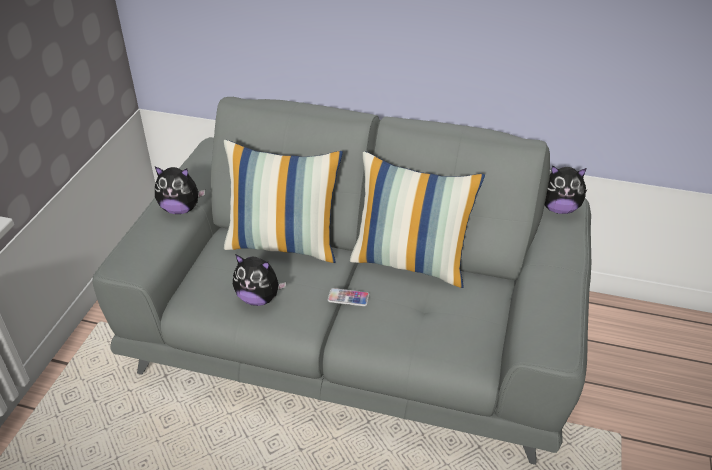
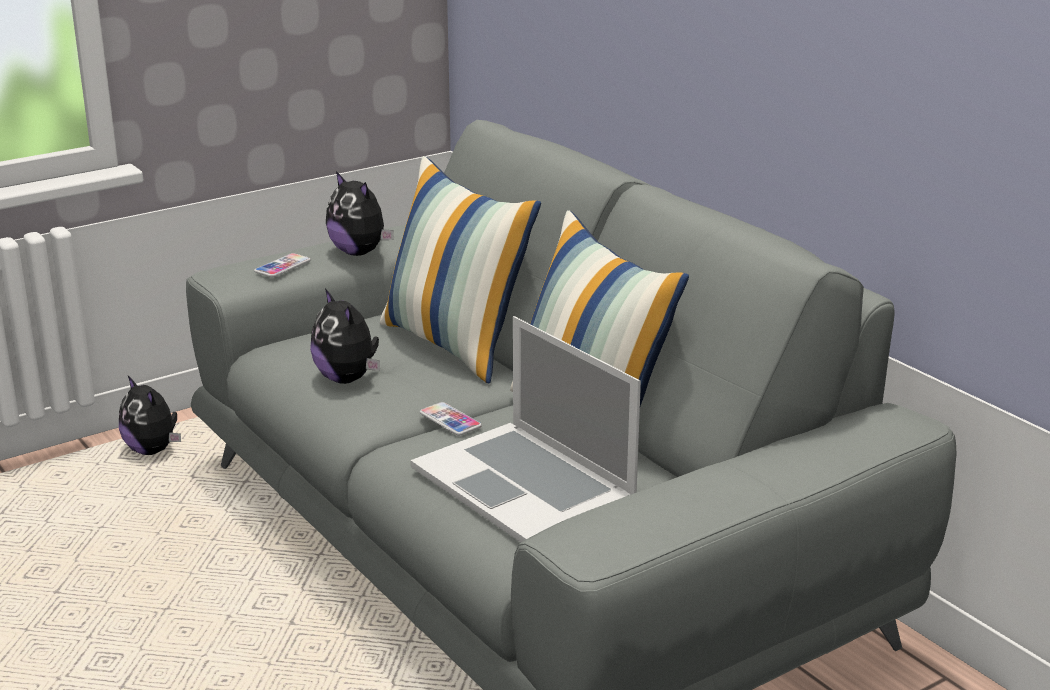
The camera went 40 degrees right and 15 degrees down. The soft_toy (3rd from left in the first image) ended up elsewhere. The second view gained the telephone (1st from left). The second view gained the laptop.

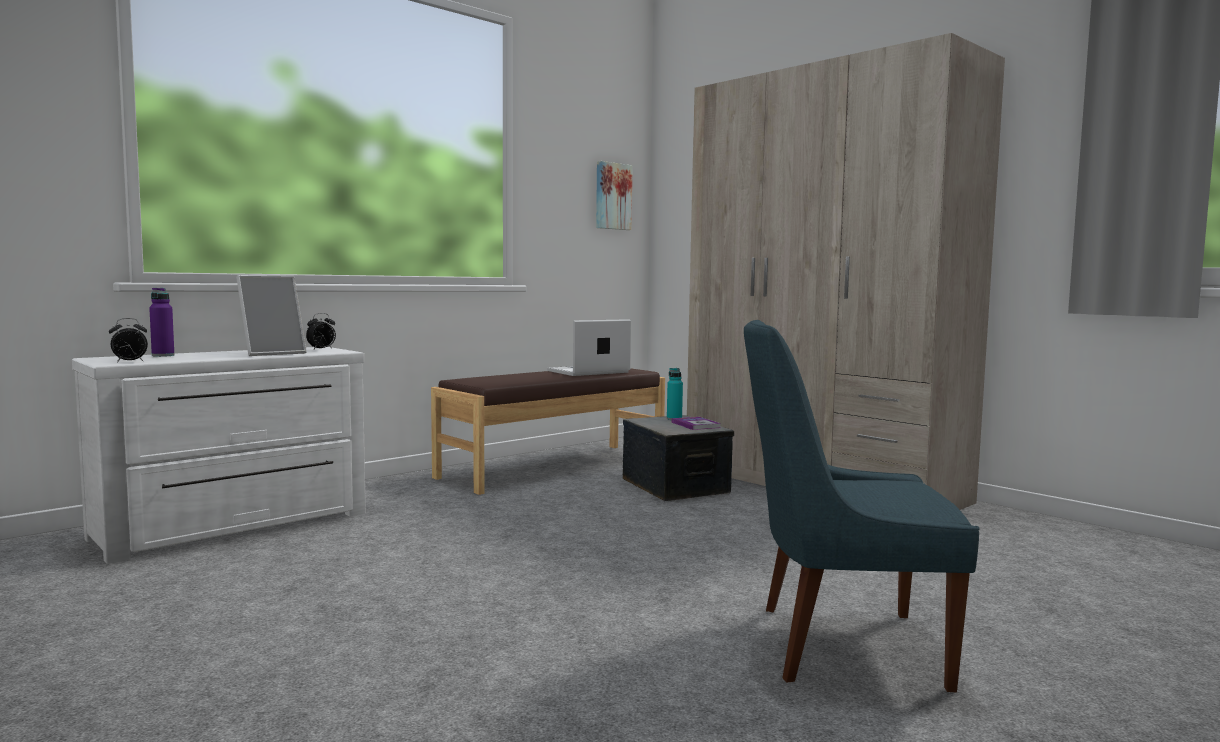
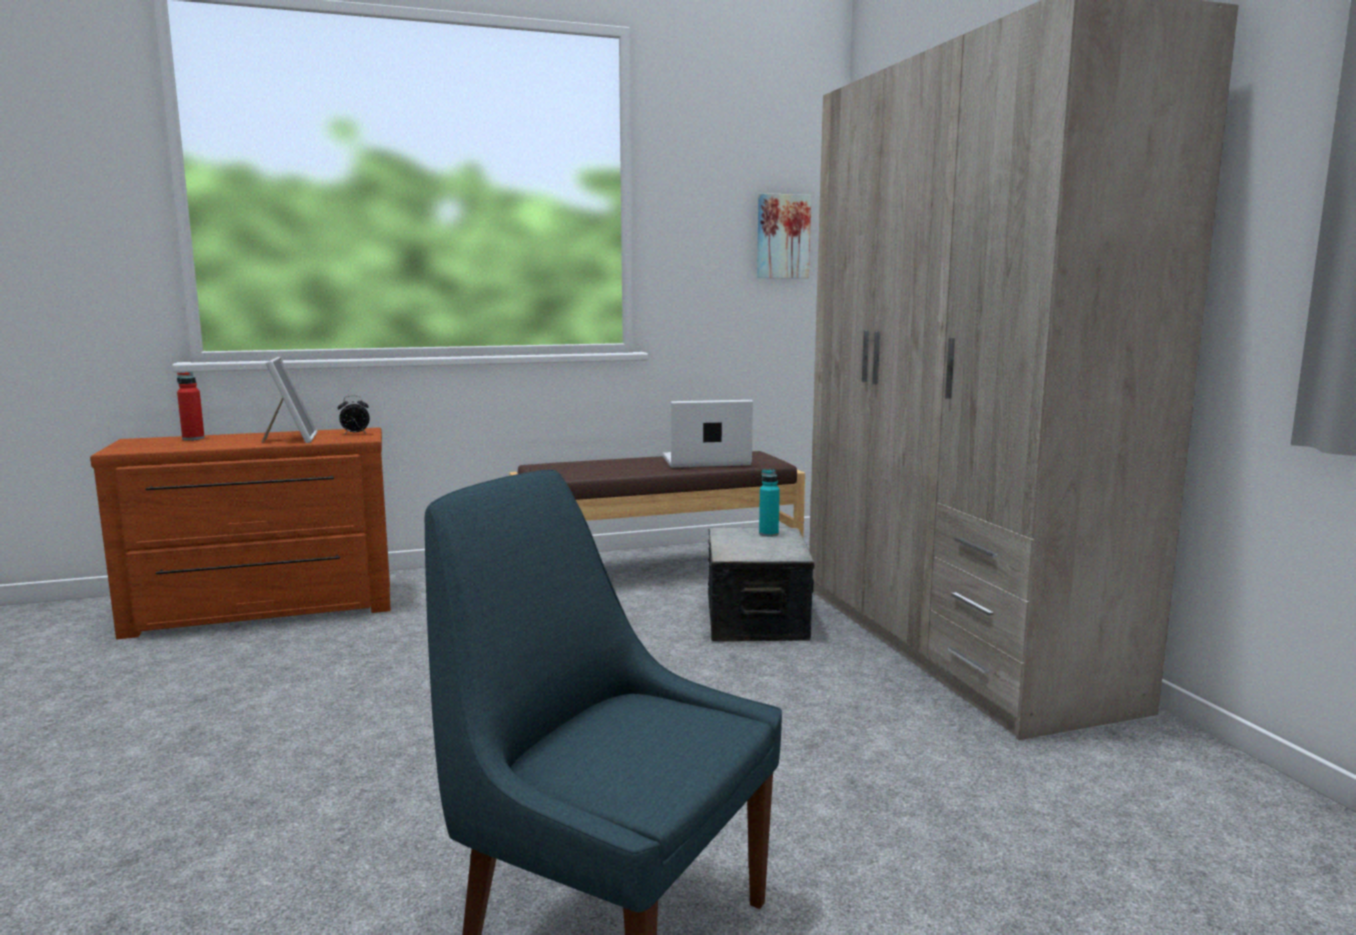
The camera went 25 degrees right and 5 degrees up. The standing_frame ended up facing another way, 90 degrees counterclockwise from before. What was the purplish_beverage_bottle turned into the reddish_beverage_bottle. The second view lost the bedside_clock (1st from left). What was the white-coloured_drawer_chest turned into the brownish_drawer_chest. The second view lost the book.

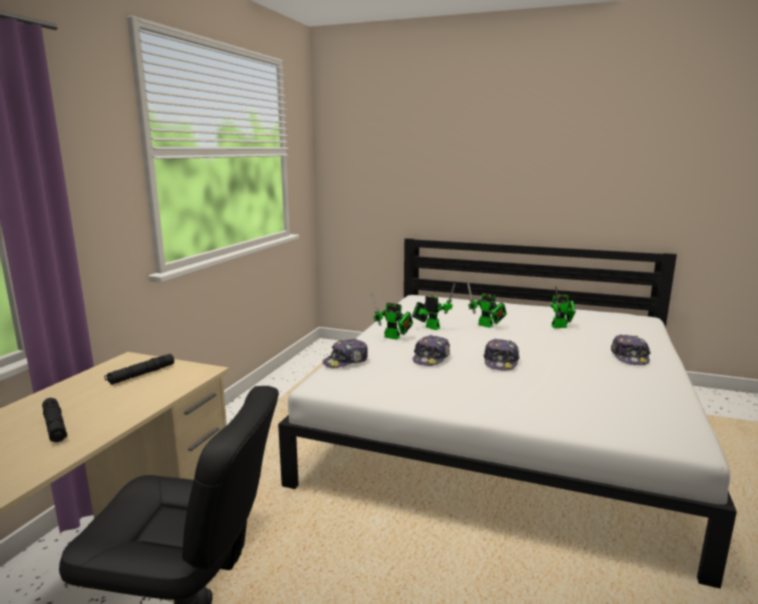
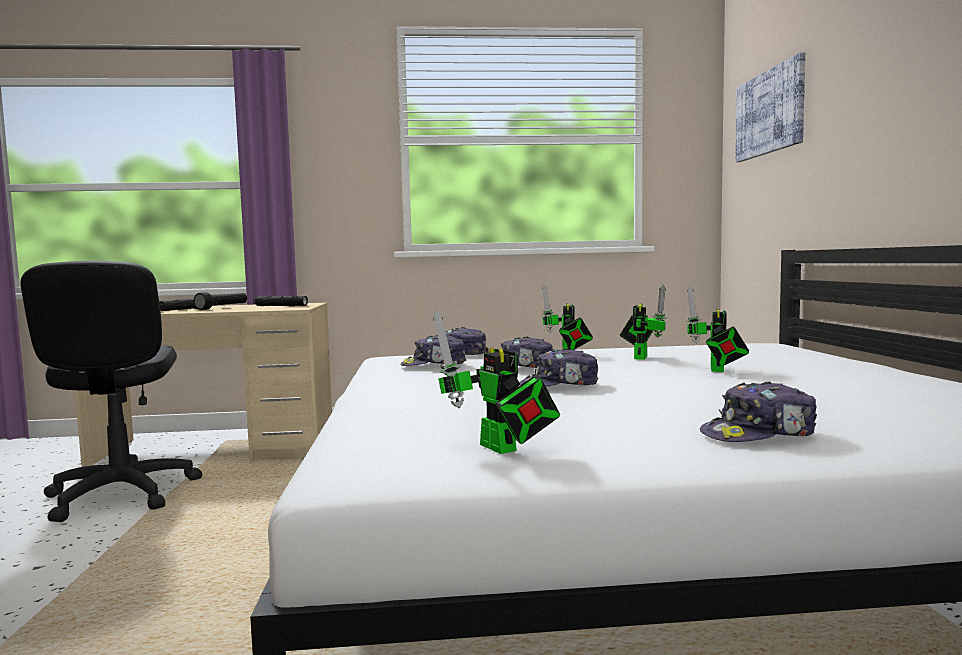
The camera went 65 degrees right and 10 degrees down. The robot_figure (4th from left in the first image) ended up elsewhere. The second view gained the wall_art. The second view gained the black-coloured_torch (2nd from left). The second view gained the baseball_cap (1st from left).

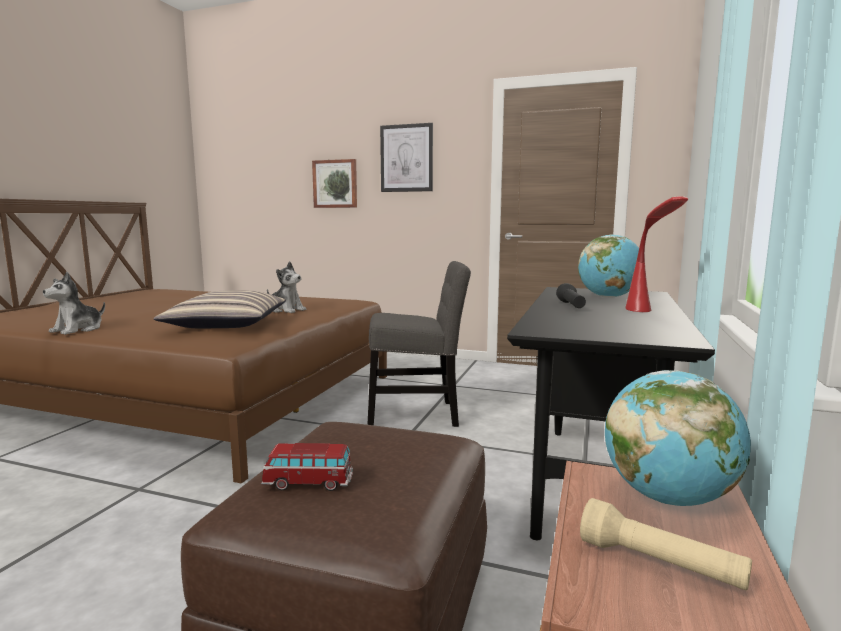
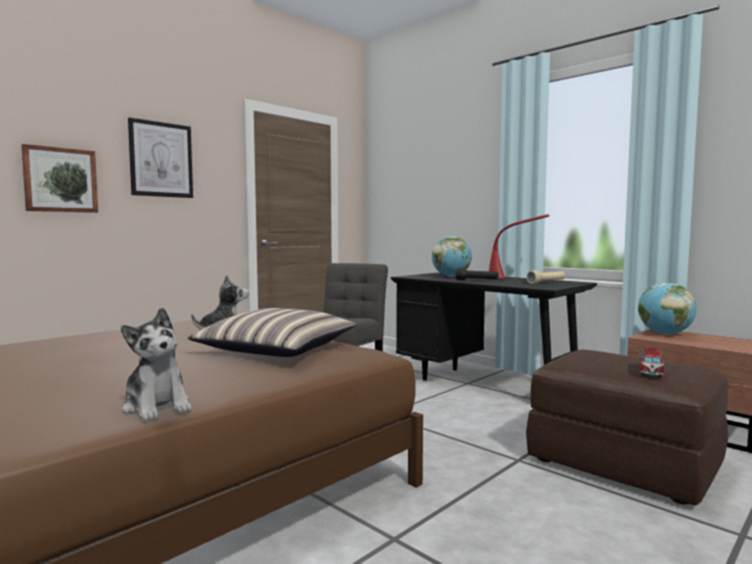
The camera went 65 degrees left and 5 degrees down. The beige-coloured_torch ended up elsewhere.

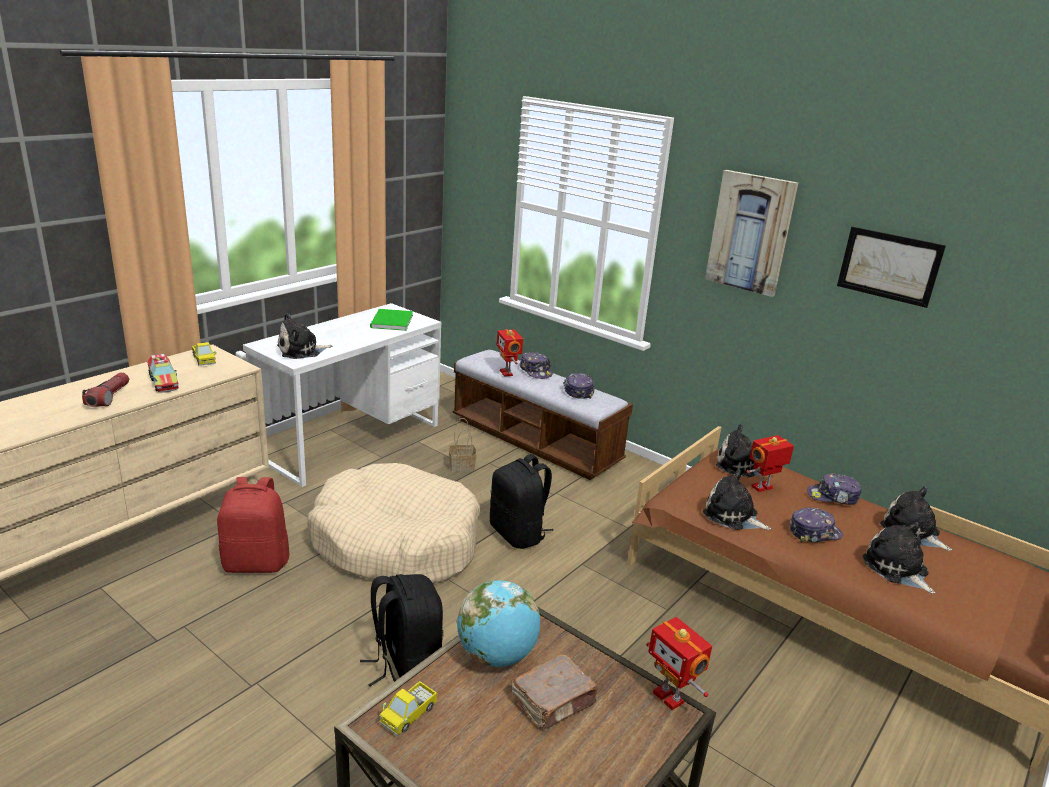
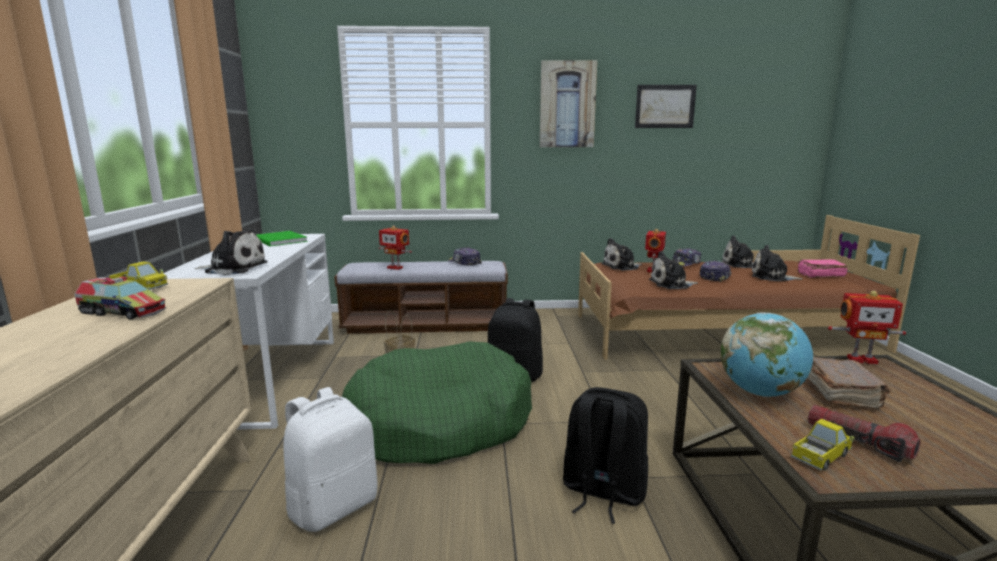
The camera went 40 degrees left and 10 degrees down. The soft_toy (1st from left) ended up facing another way, 105 degrees counterclockwise from before. The second view lost the baseball_cap (1st from left). The torch ended up elsewhere. What was the beige-coloured_dog_cushion turned into the greenish_dog_cushion. What was the reddish_rucksack turned into the white-coloured_rucksack. The toy_lorry (3rd from left) ended up facing another way, 120 degrees counterclockwise from before. The second view gained the pinkish_book.

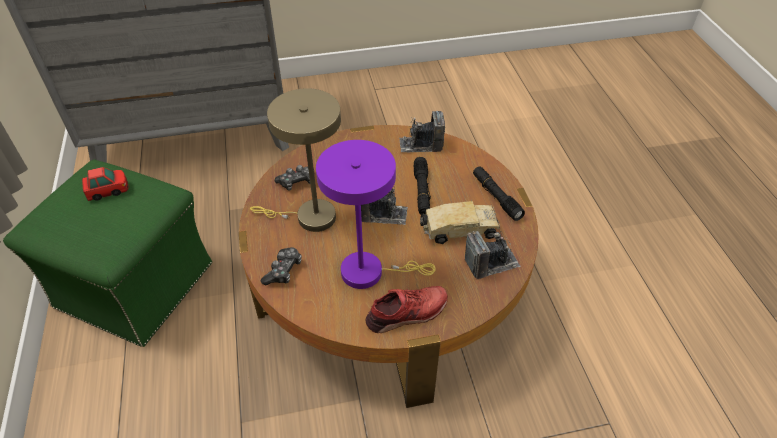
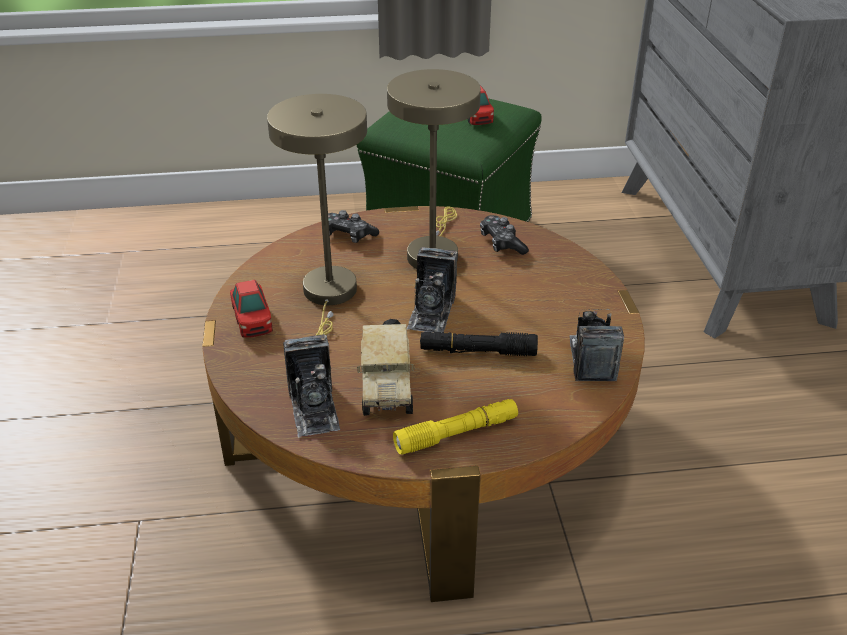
The camera went 95 degrees right and 10 degrees down. What was the purplish_tabletop_lamp turned into the beige-coloured_tabletop_lamp (1st from left). What was the black-coloured_torch (2nd from left) turned into the yellow-coloured_torch. Where the reddish_shoe stood, the model_car (1st from left) came to stand.

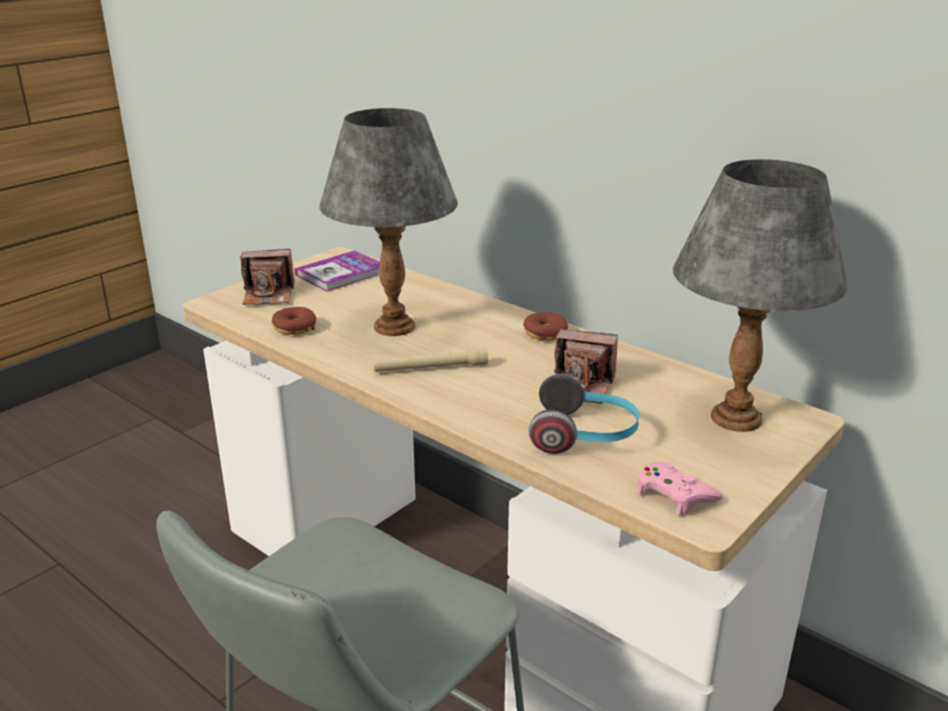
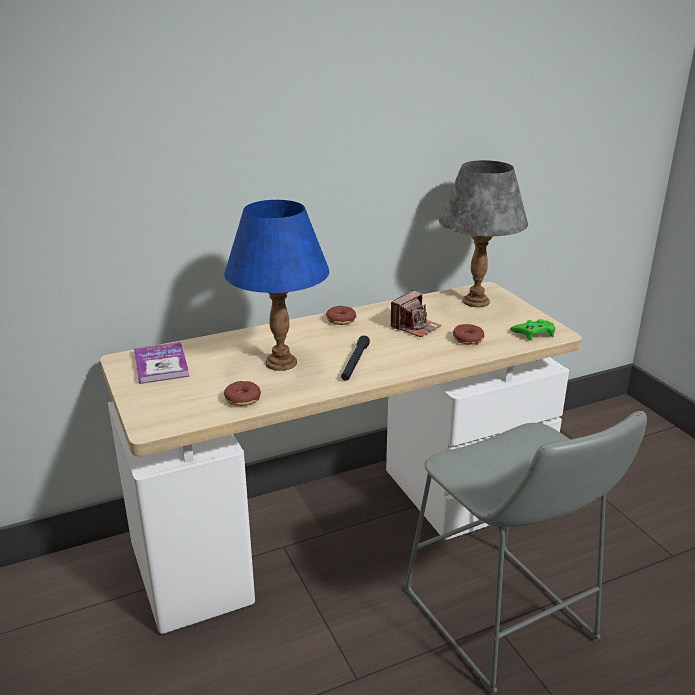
The camera went 65 degrees left and 0 degrees up. What was the gray_tabletop_lamp (1st from left) turned into the bluish_tabletop_lamp. The second view lost the still_camera (1st from left). What was the beige-coloured_torch turned into the black-coloured_torch. Where the headphones stood, the doughnut (3rd from left) came to stand. What was the pinkish_joypad turned into the greenish_joypad.

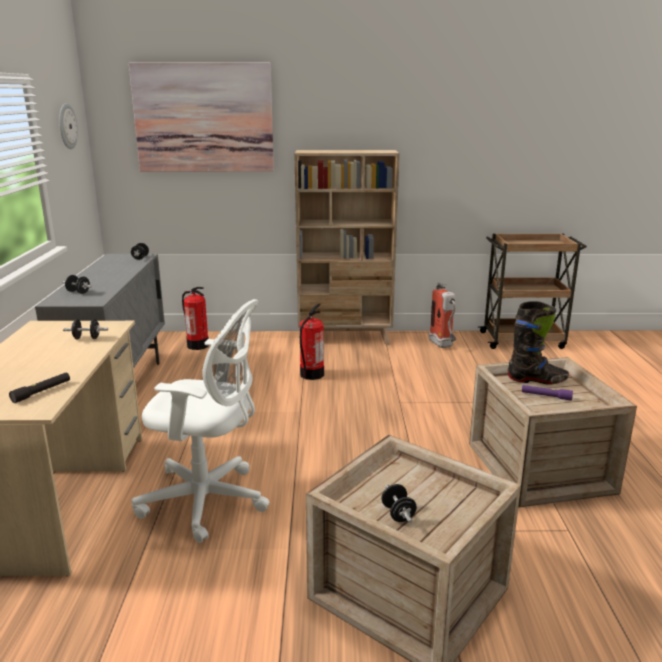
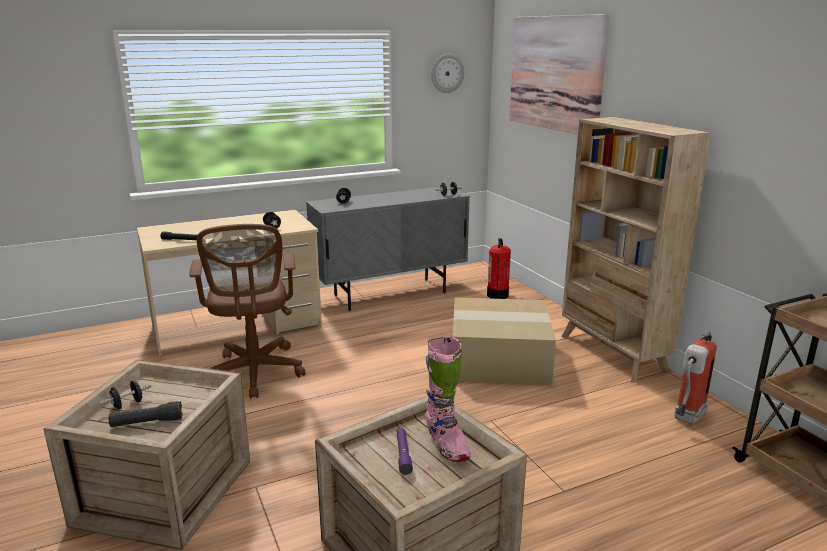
The camera went 65 degrees right and 0 degrees up. What was the white-coloured_desk_chair turned into the brownish_desk_chair. What was the black-coloured_boot turned into the pinkish_boot. Where the fire-fighting_cylinder (2nd from left) stood, the cardboard_box came to stand. The second view gained the black-coloured_torch (1st from left).

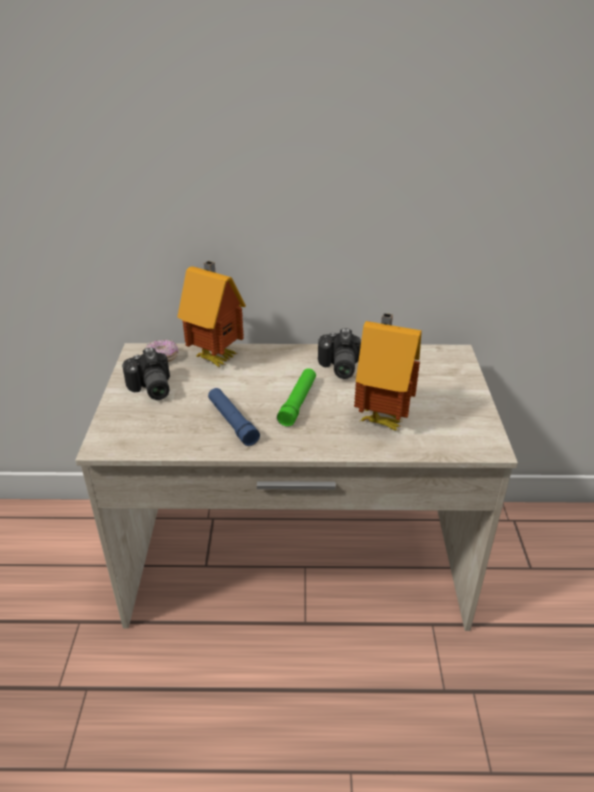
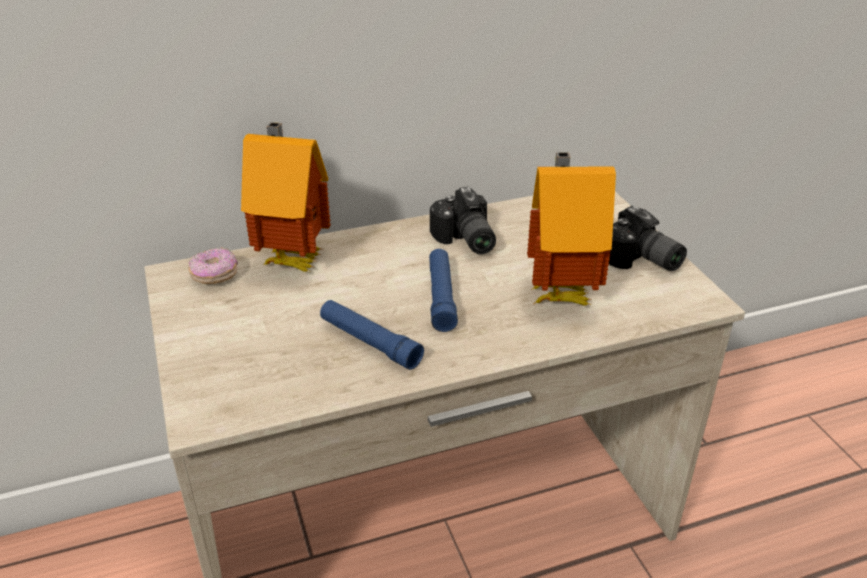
The camera went 20 degrees left and 0 degrees up. The still_camera (1st from left in the first image) ended up elsewhere. What was the greenish_torch turned into the bluish_torch (2nd from left).

